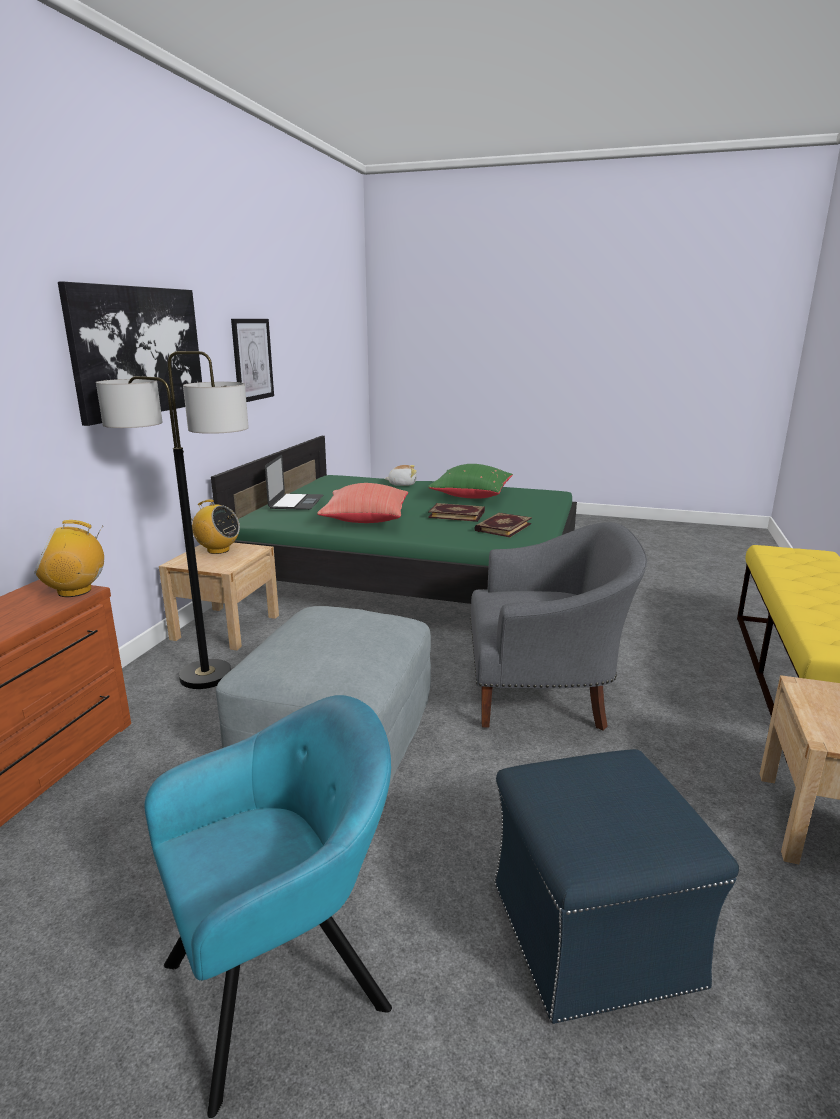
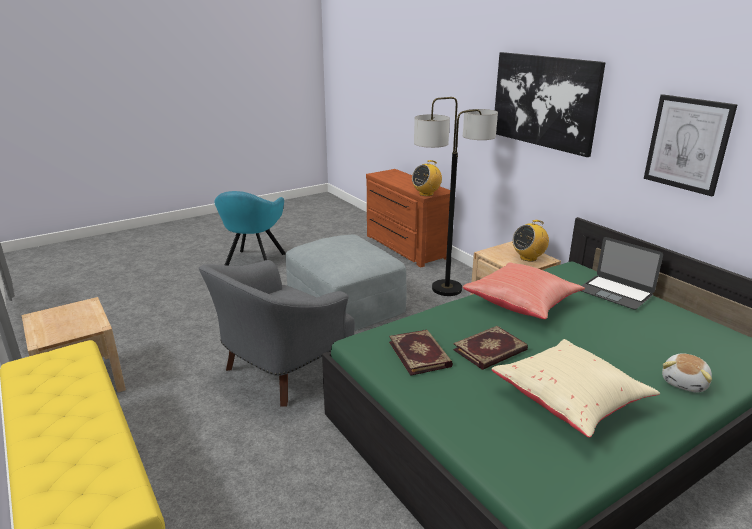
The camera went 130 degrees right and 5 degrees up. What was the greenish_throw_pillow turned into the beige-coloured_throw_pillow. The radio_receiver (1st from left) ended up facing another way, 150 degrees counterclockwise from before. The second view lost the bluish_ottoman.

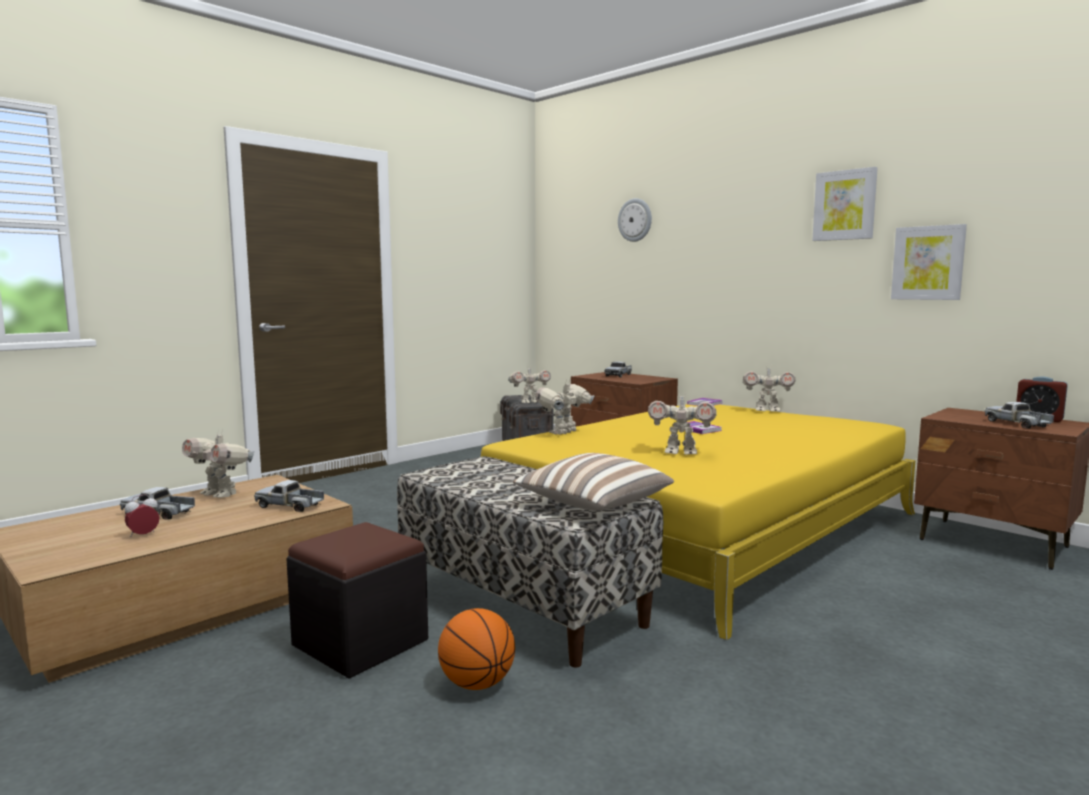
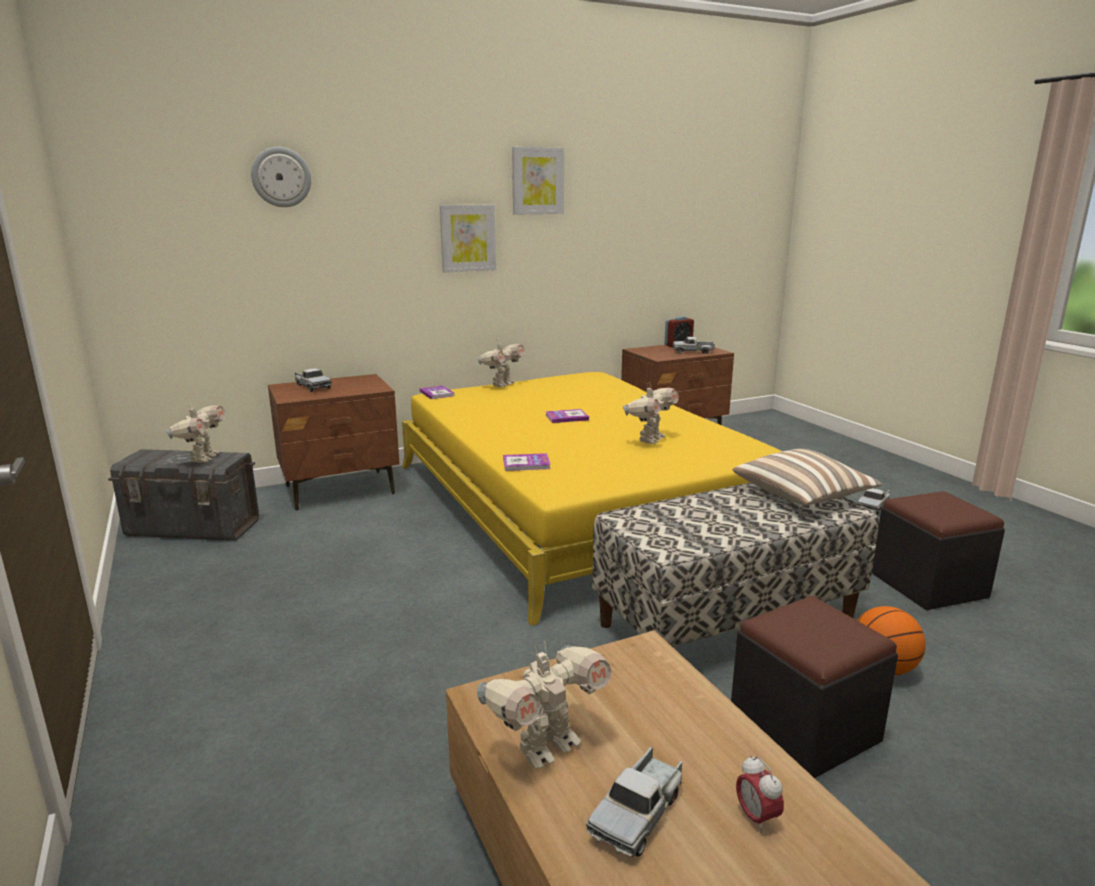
The camera went 70 degrees left and 10 degrees up. The wall_art (2nd from left in the first image) ended up elsewhere. Where the robot_figure (3rd from left) stood, the book (2nd from left) came to stand. The toy_lorry (2nd from left in the first image) ended up elsewhere. The second view gained the black-coloured_ottoman (2nd from left).

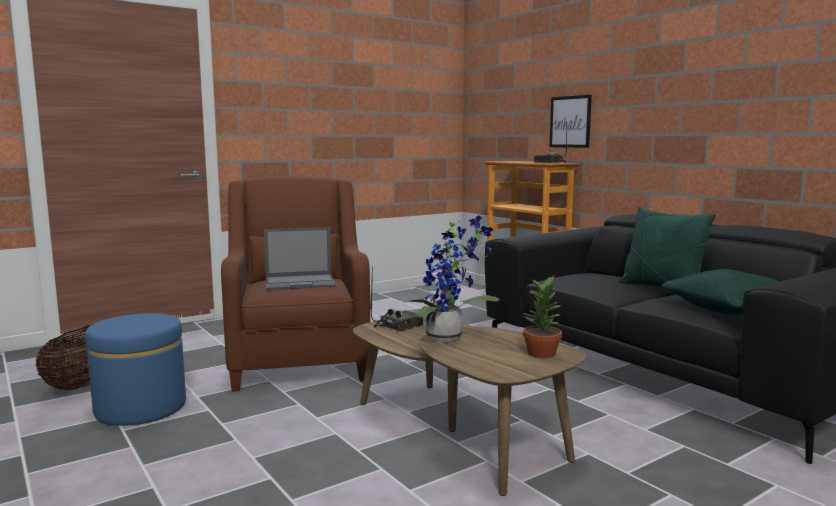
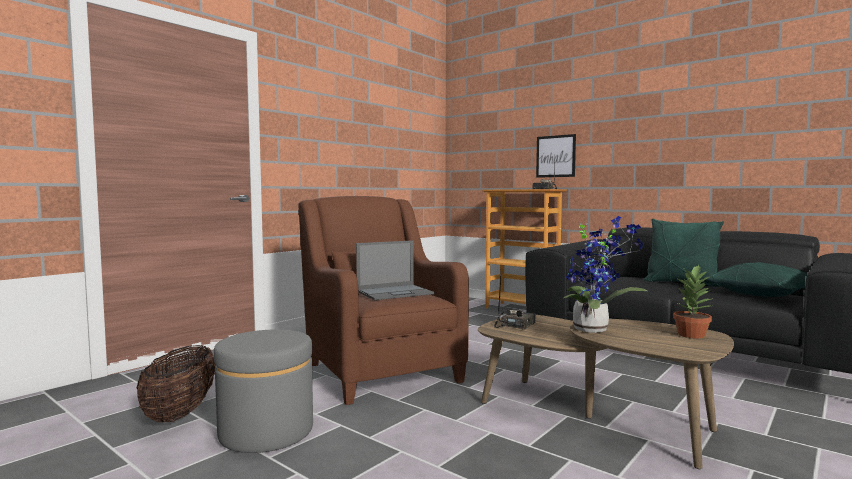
The camera went 15 degrees left and 5 degrees down. What was the bluish_ottoman turned into the gray_ottoman.

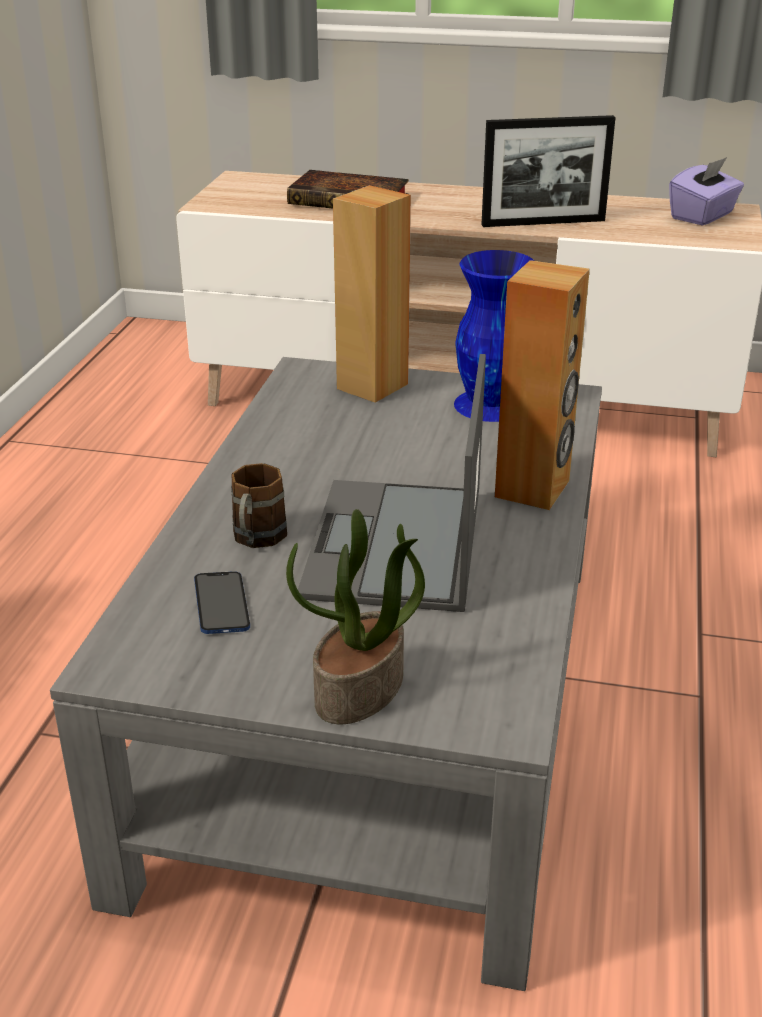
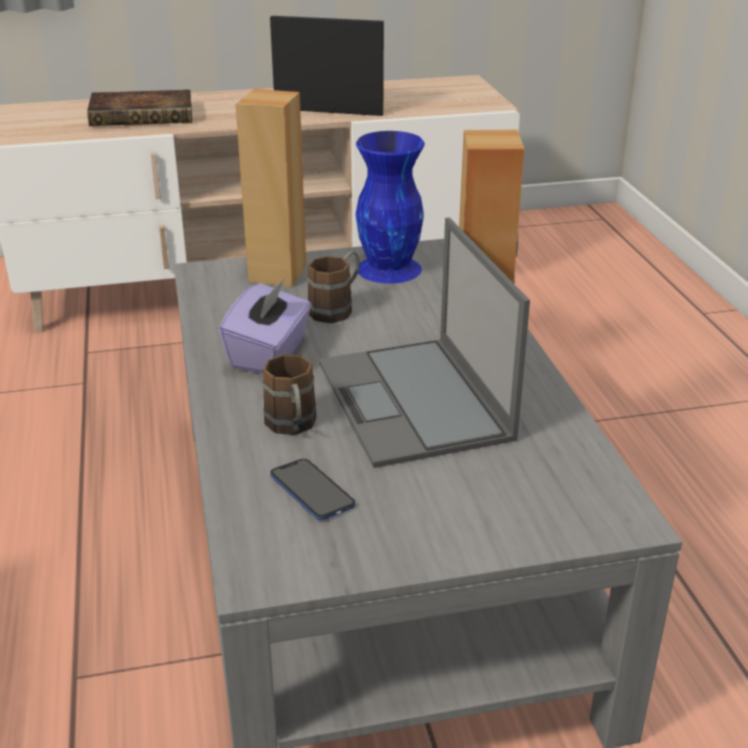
The camera went 25 degrees left and 0 degrees up. The standing_frame ended up facing another way, 135 degrees counterclockwise from before. The purplish_tissue_holder ended up elsewhere. The second view lost the houseplant. The second view gained the brownish_mug (2nd from left).

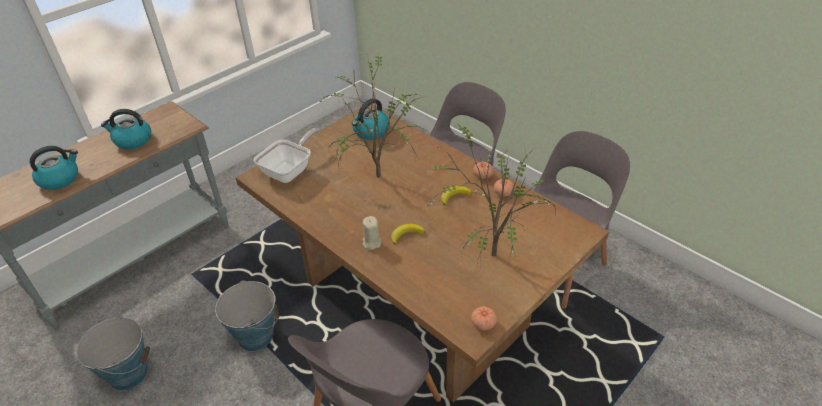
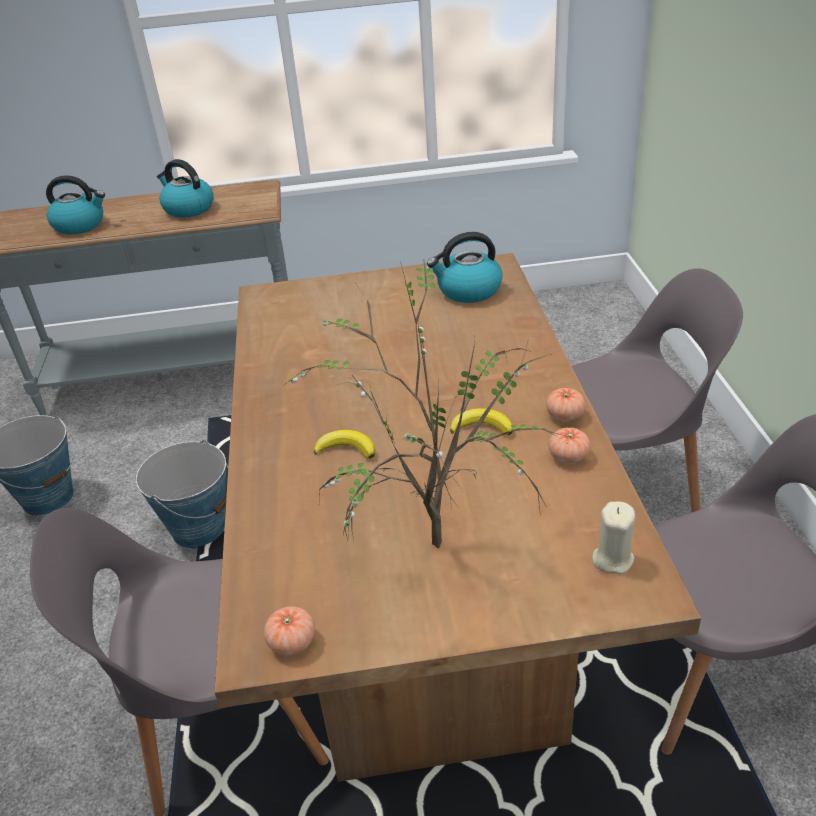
The camera went 40 degrees right and 5 degrees down. The second view lost the houseplant (1st from left). The second view lost the frying_pan. The beige-coloured_candle ended up elsewhere.

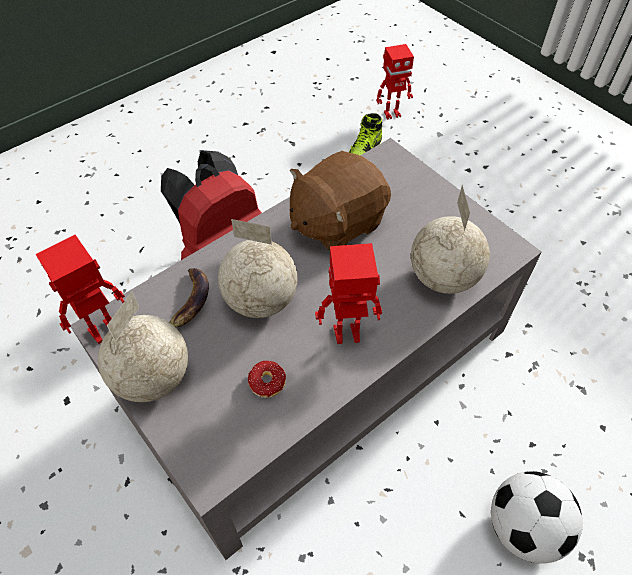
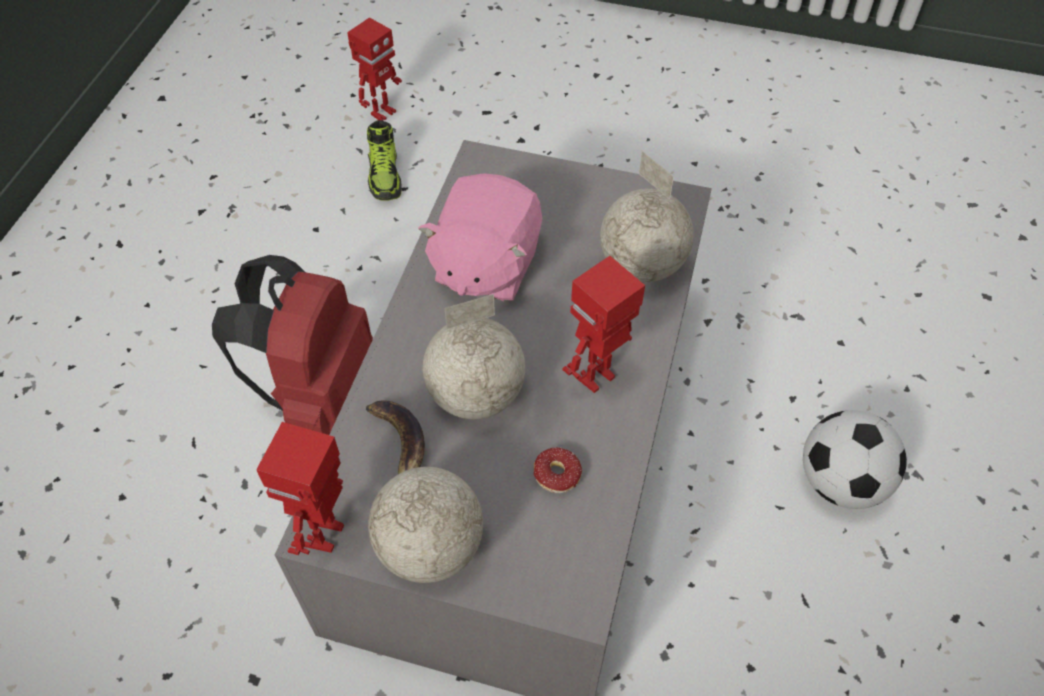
The camera went 35 degrees left and 0 degrees up. What was the brownish_soft_toy turned into the pinkish_soft_toy.

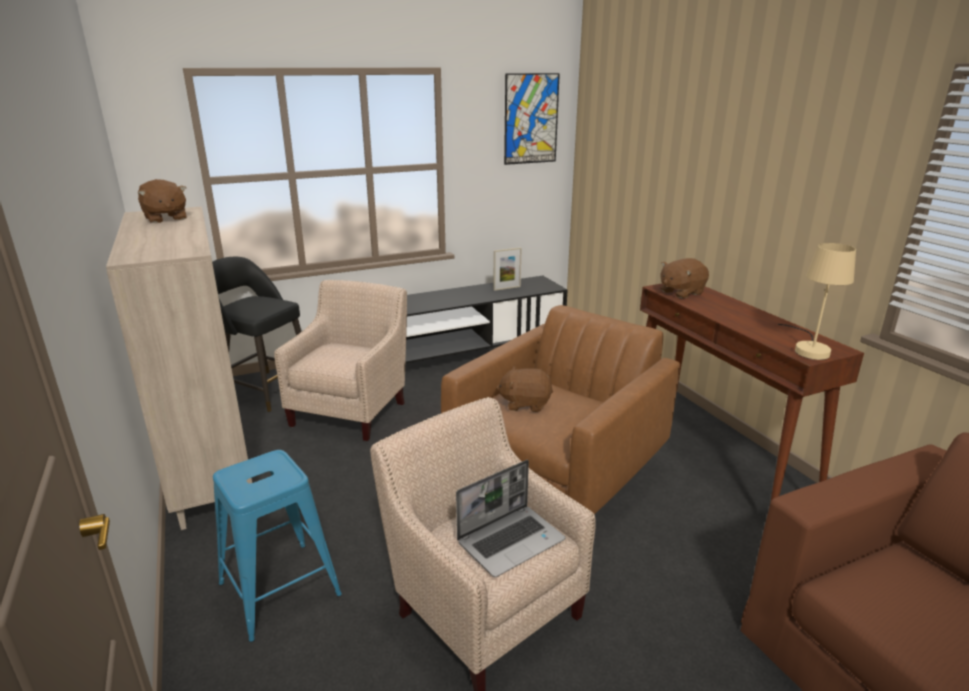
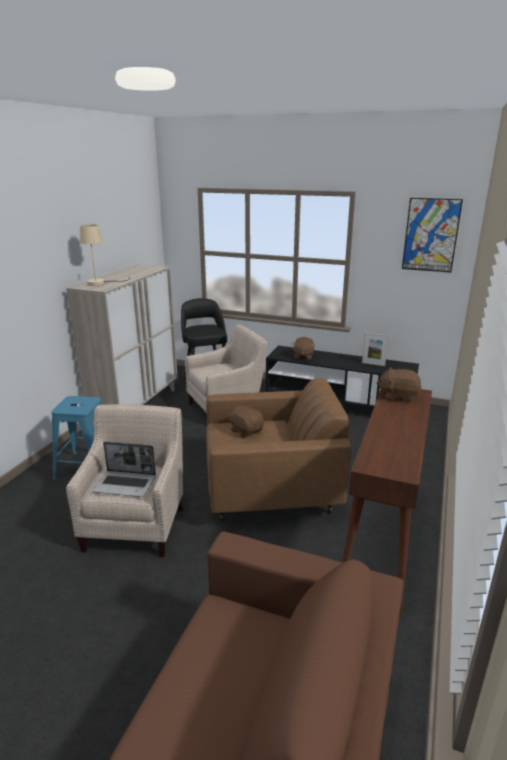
The camera went 45 degrees right and 0 degrees up. The brownish_soft_toy (1st from left in the first image) ended up elsewhere. The beige-coloured_tabletop_lamp ended up elsewhere.

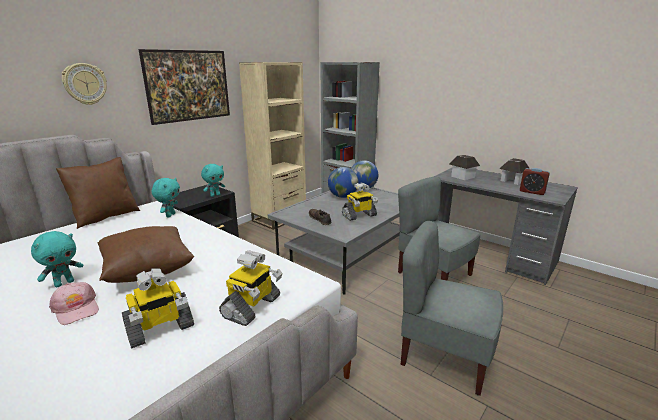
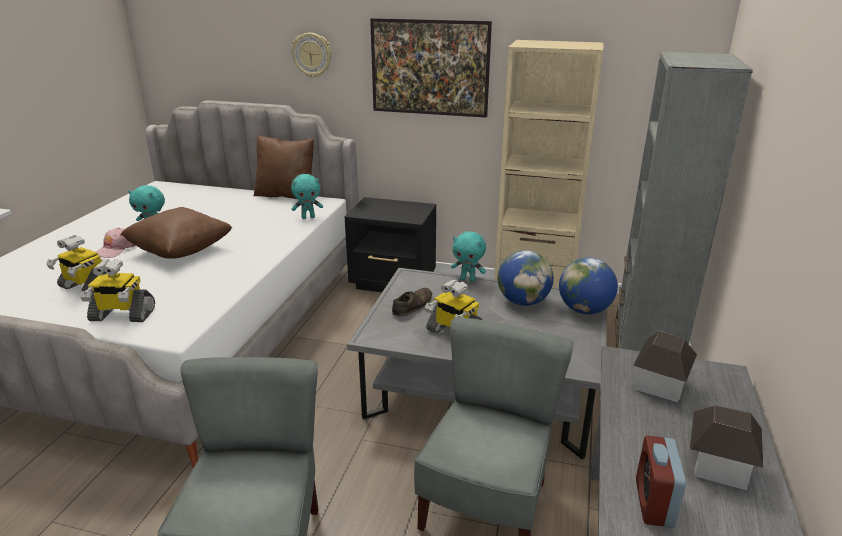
The camera went 65 degrees right and 5 degrees up. The turquoise_soft_toy (3rd from left) ended up elsewhere.

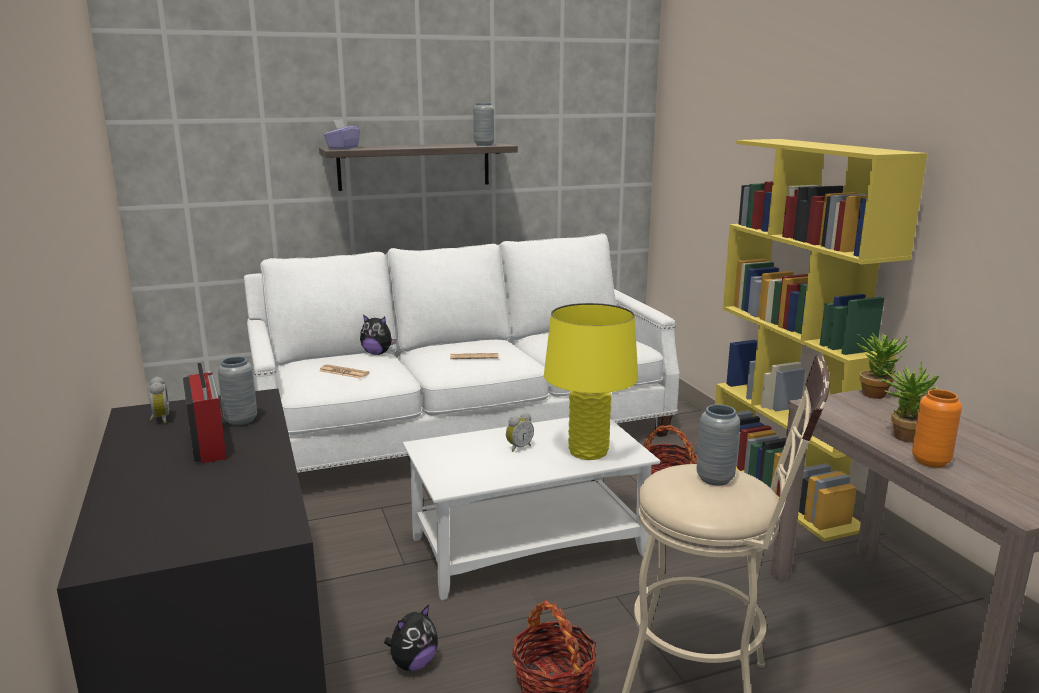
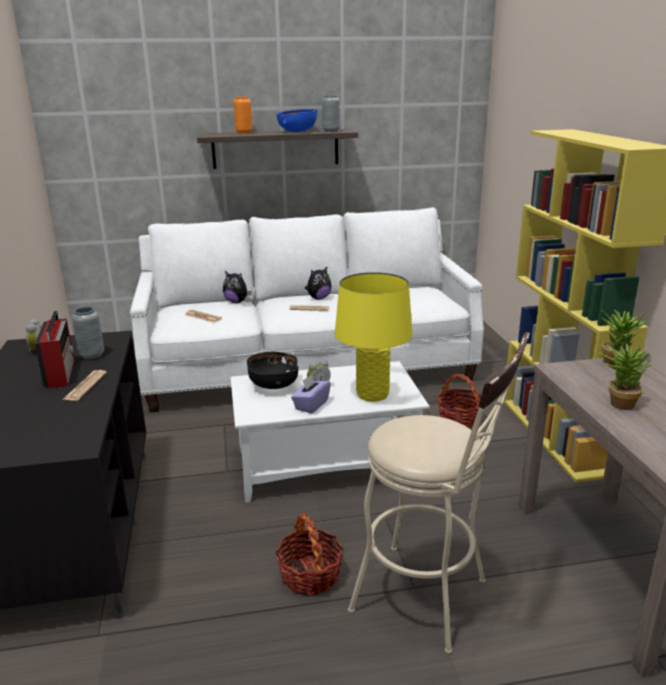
The camera went 10 degrees right and 5 degrees up. The purplish_tissue_holder ended up elsewhere. The orange_flower_vase ended up elsewhere. The second view lost the gray_flower_vase (3rd from left). The soft_toy (2nd from left) ended up elsewhere. The second view gained the bluish_deep_dish. The second view gained the black-coloured_deep_dish. The second view gained the daily_paper (1st from left).

